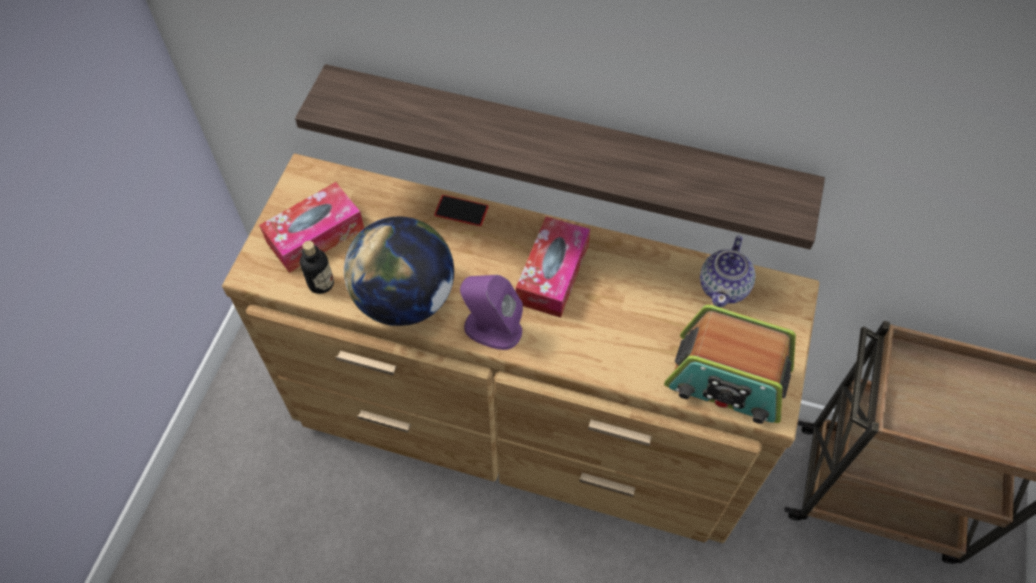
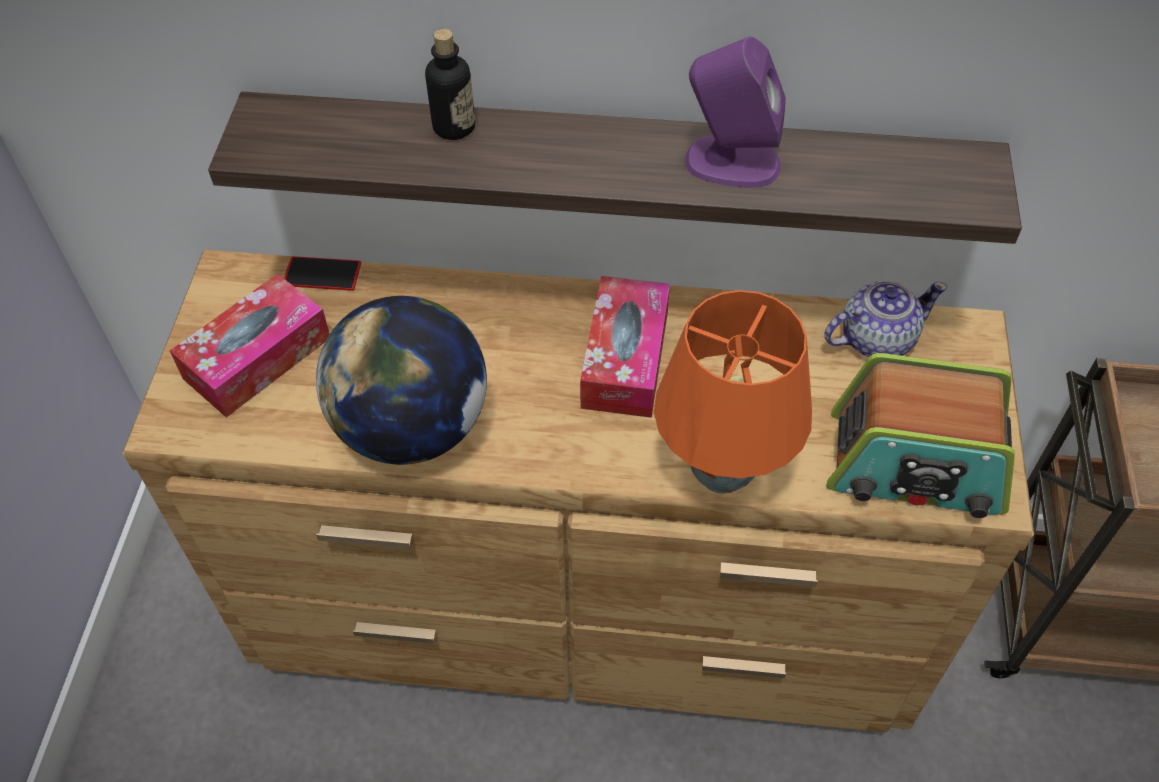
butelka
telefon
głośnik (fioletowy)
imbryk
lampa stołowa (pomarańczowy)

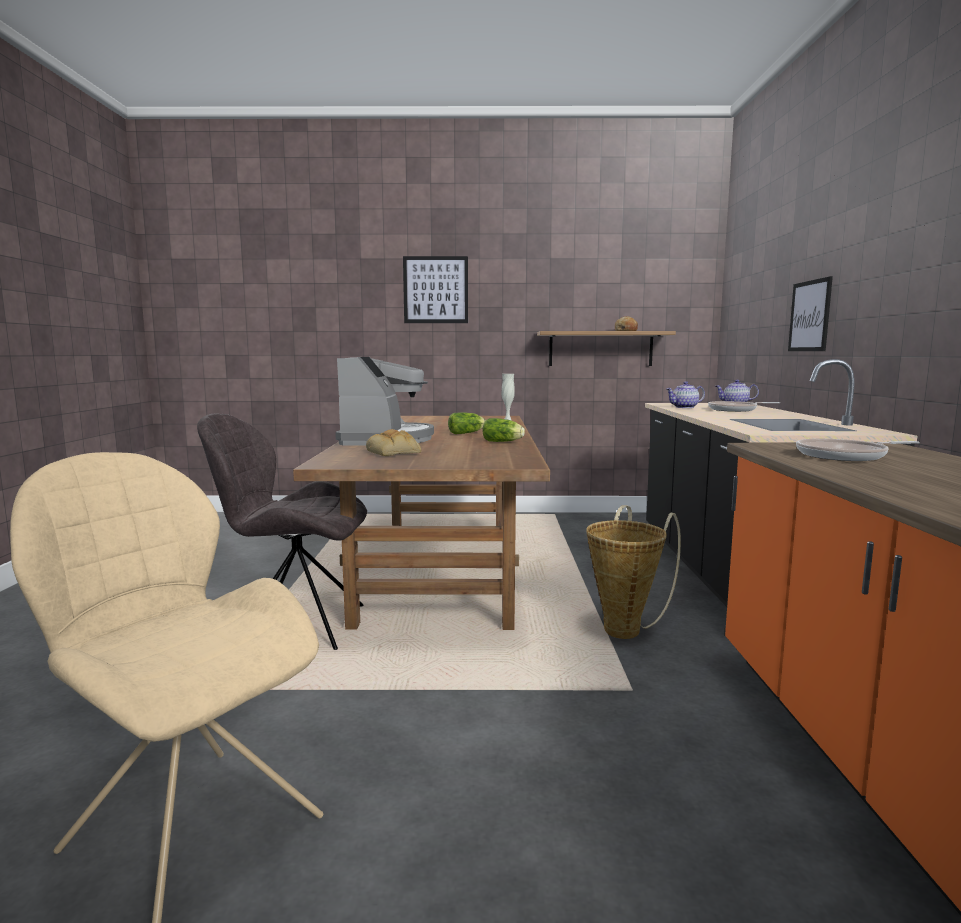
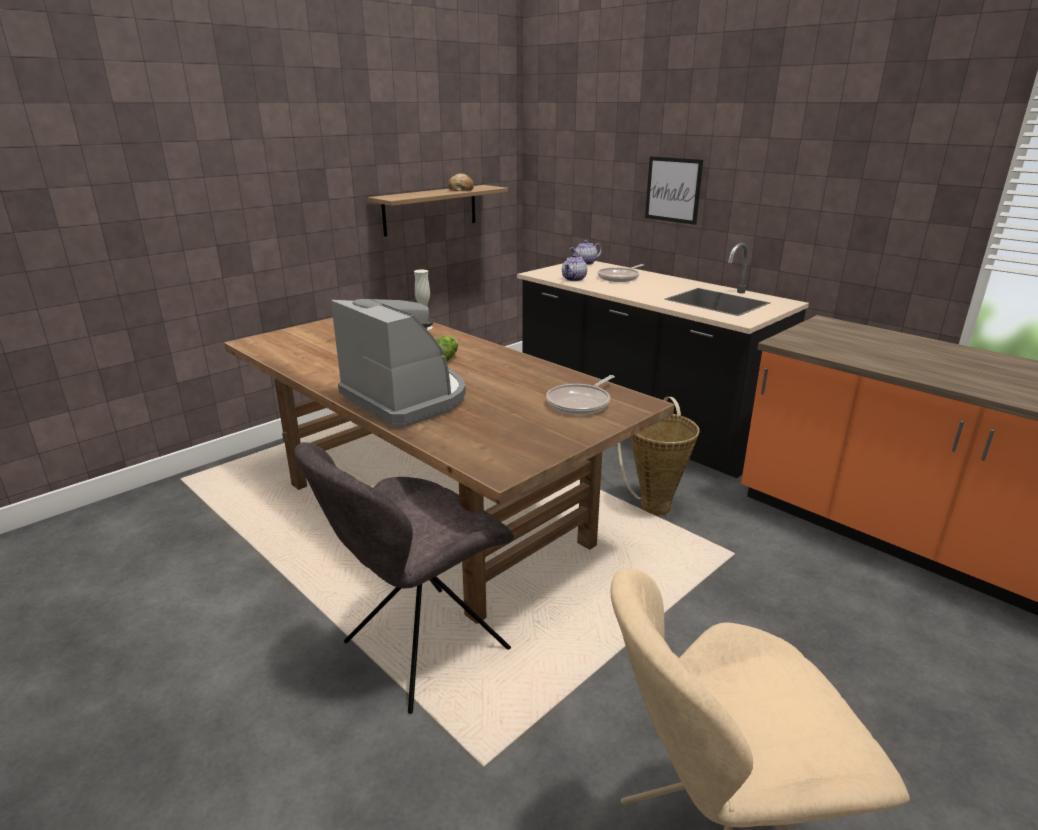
chleb (1st from left in the first image)
obraz (1st from left in the first image)
sałata (2nd from left in the first image)
patelnia (1st from left)

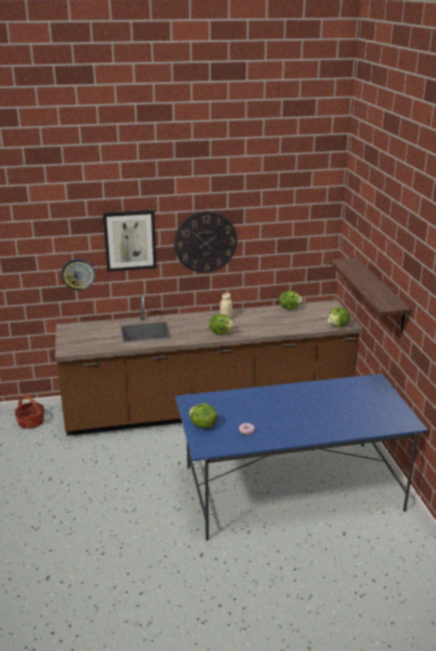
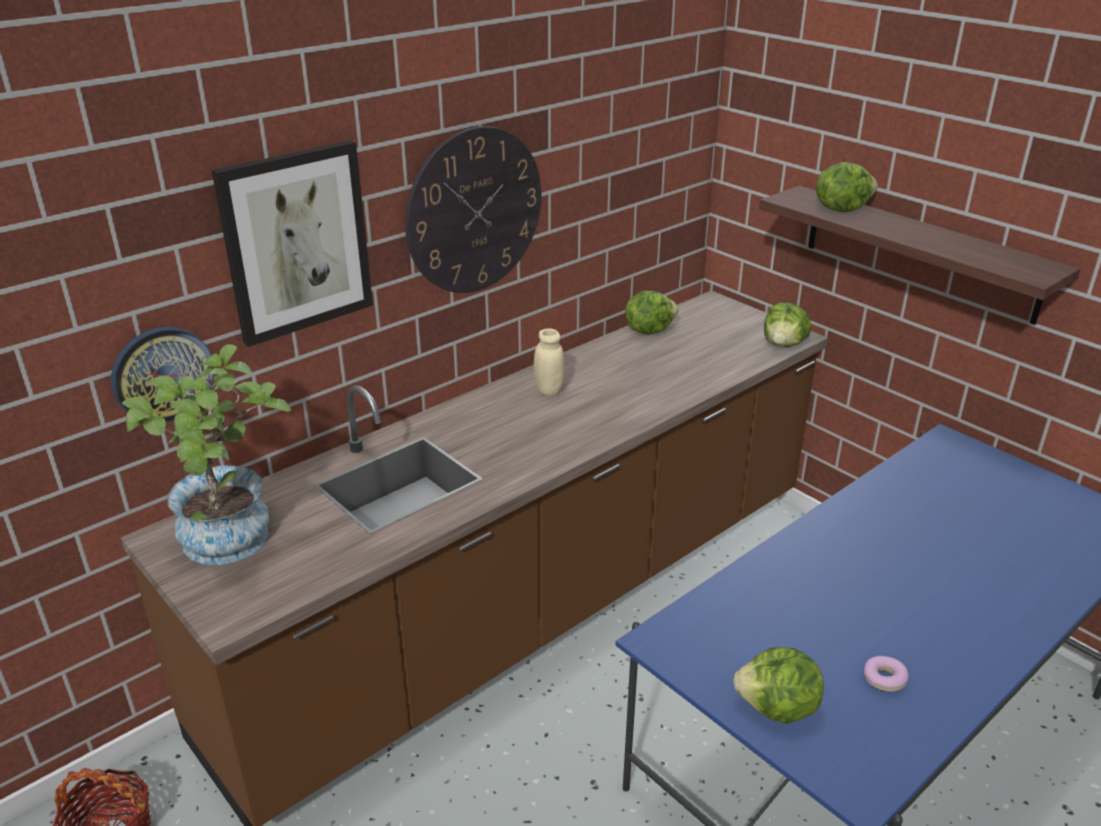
sałata (4th from left)
roślina doniczkowa

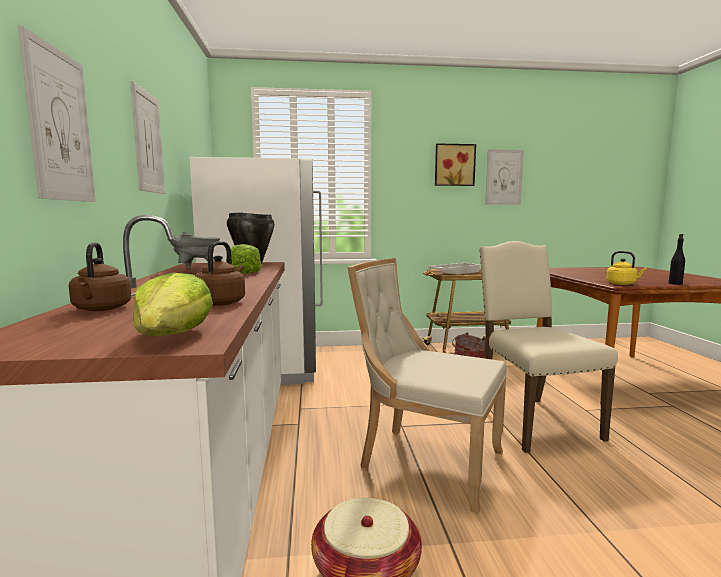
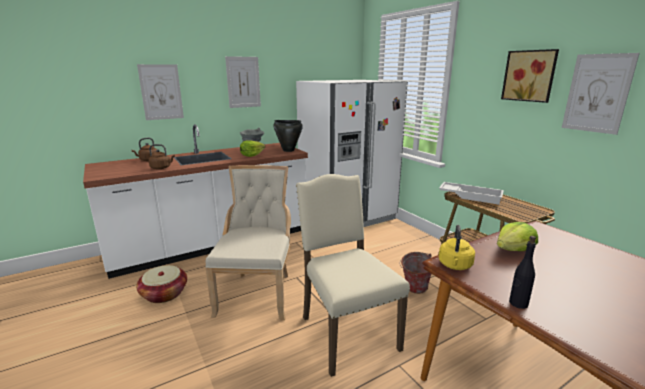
sałata (2nd from left)
krzesło (beżowy) (2nd from left)

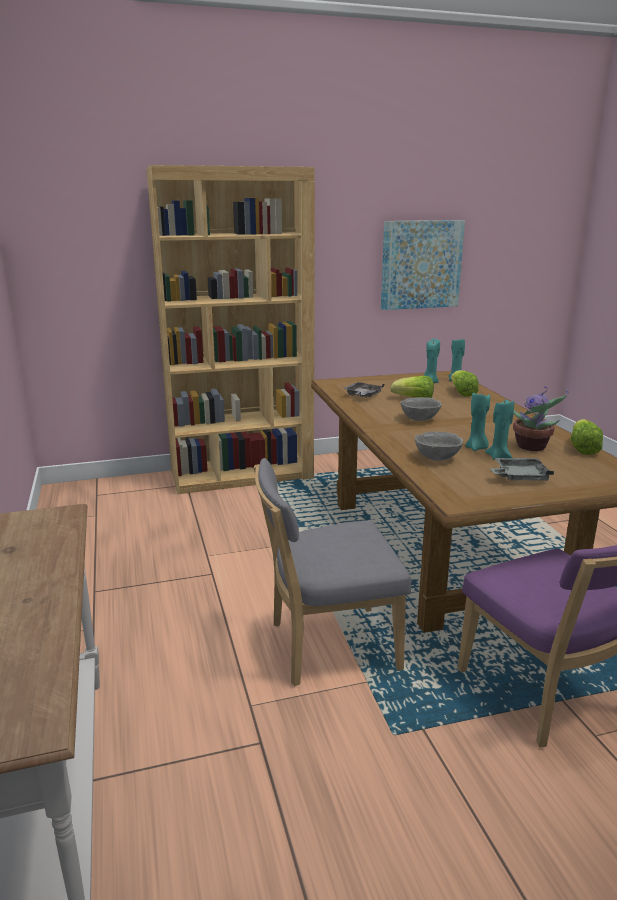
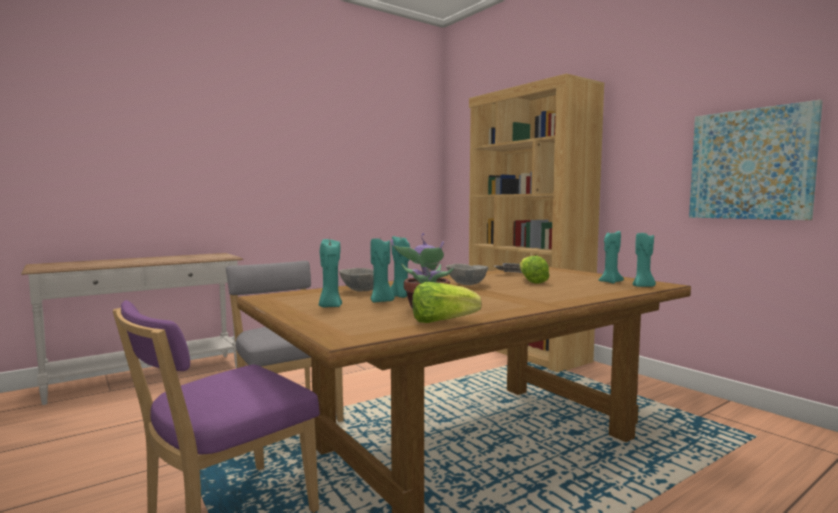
sałata (2nd from left in the first image)
świeca (turkusowy) (1st from left)

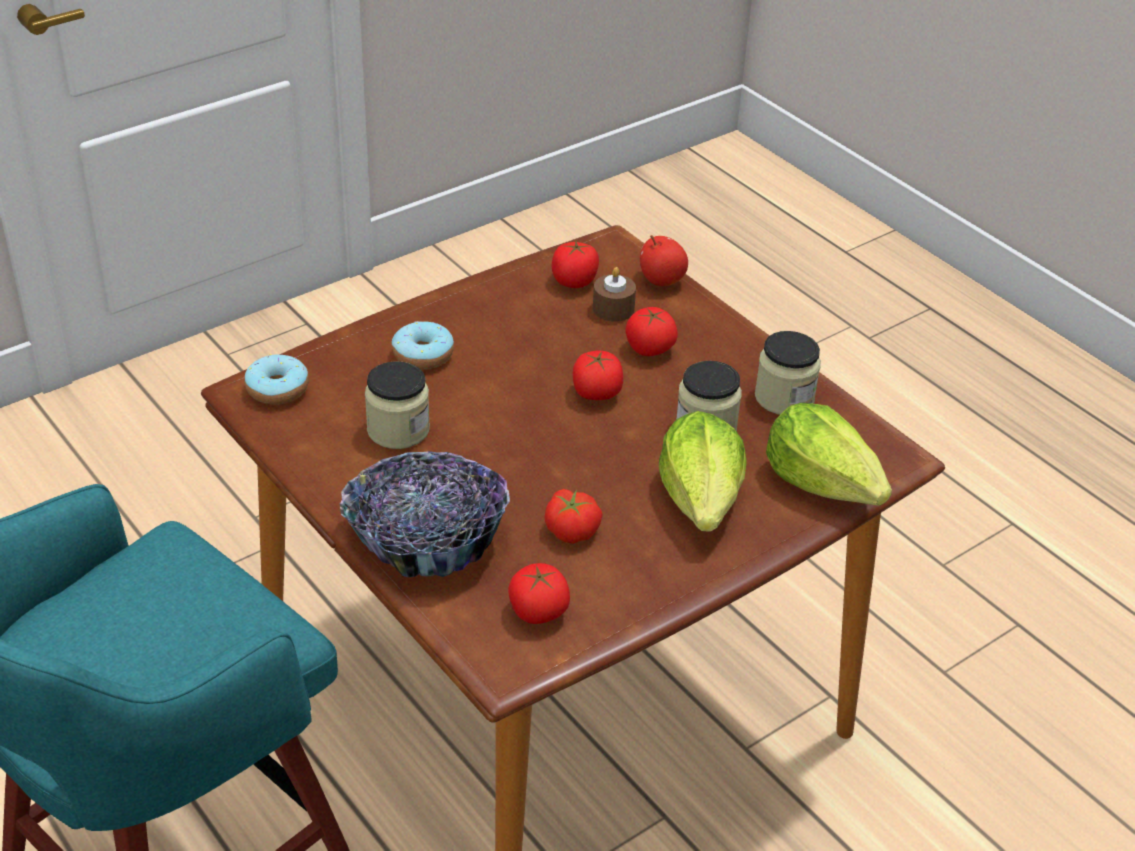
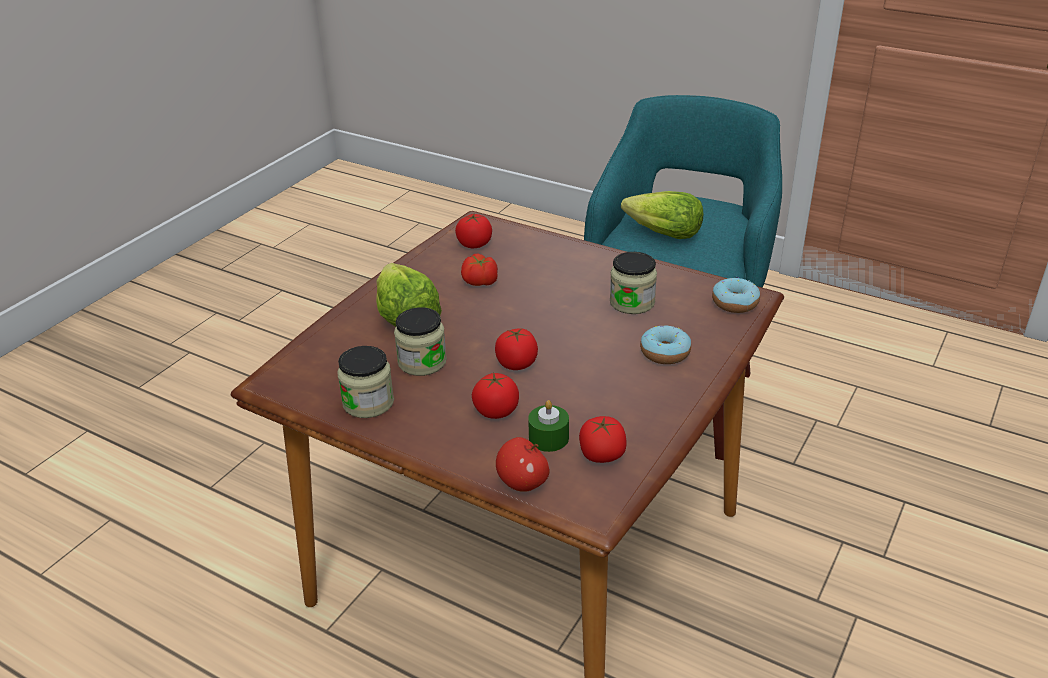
miska
świeca (zielony)
sałata (2nd from left)

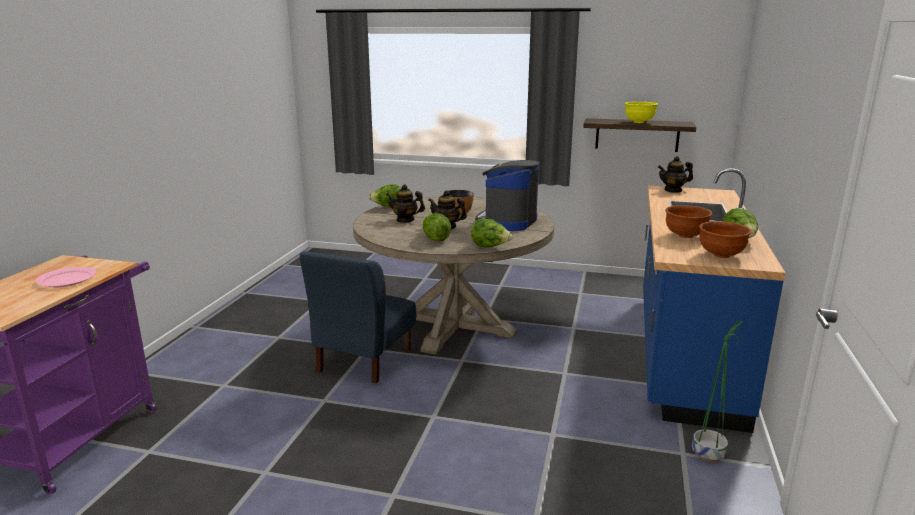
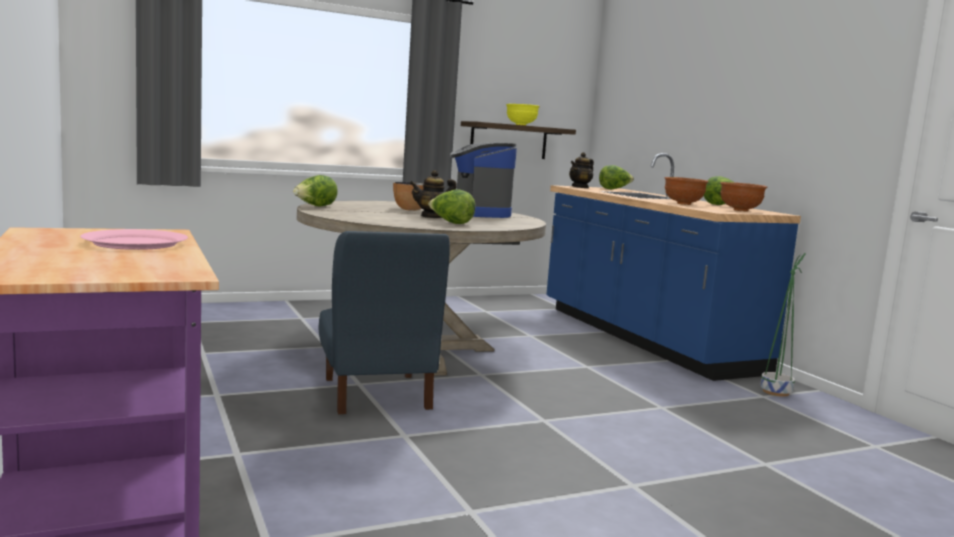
imbryk (1st from left in the first image)
sałata (3rd from left)

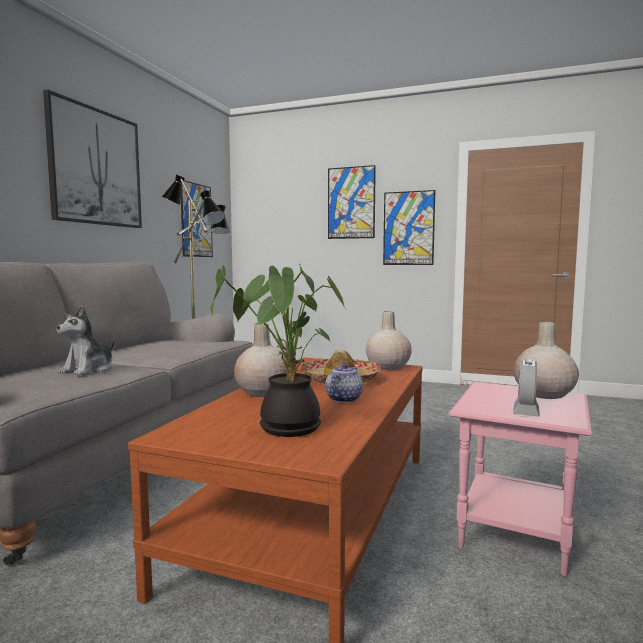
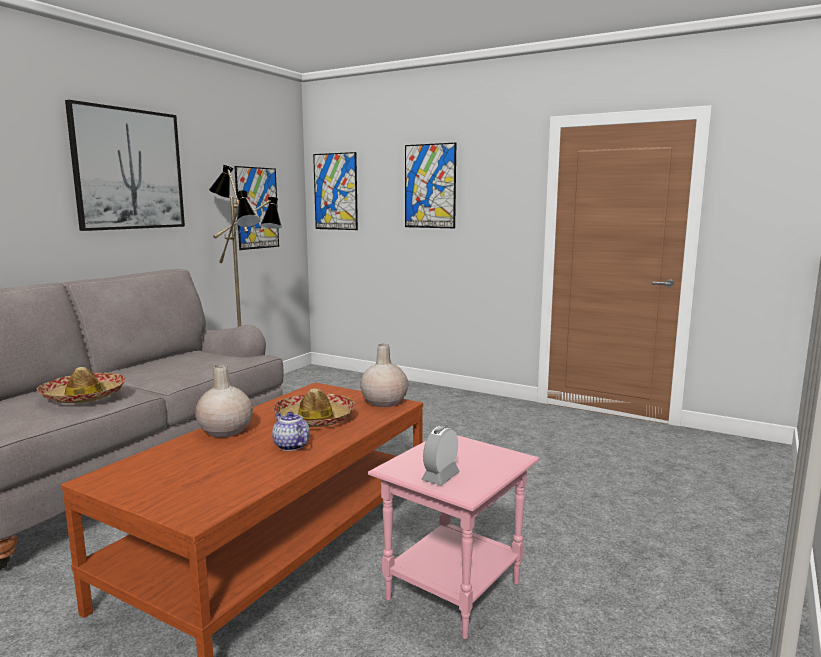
kapelusz (1st from left)
roślina doniczkowa
imbryk
obraz (3rd from left)
wazon (beżowy) (3rd from left in the first image)

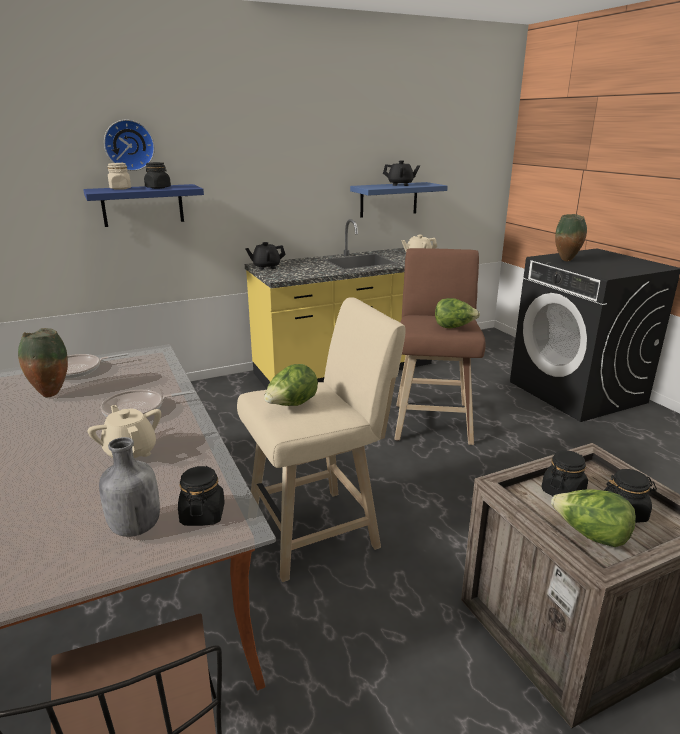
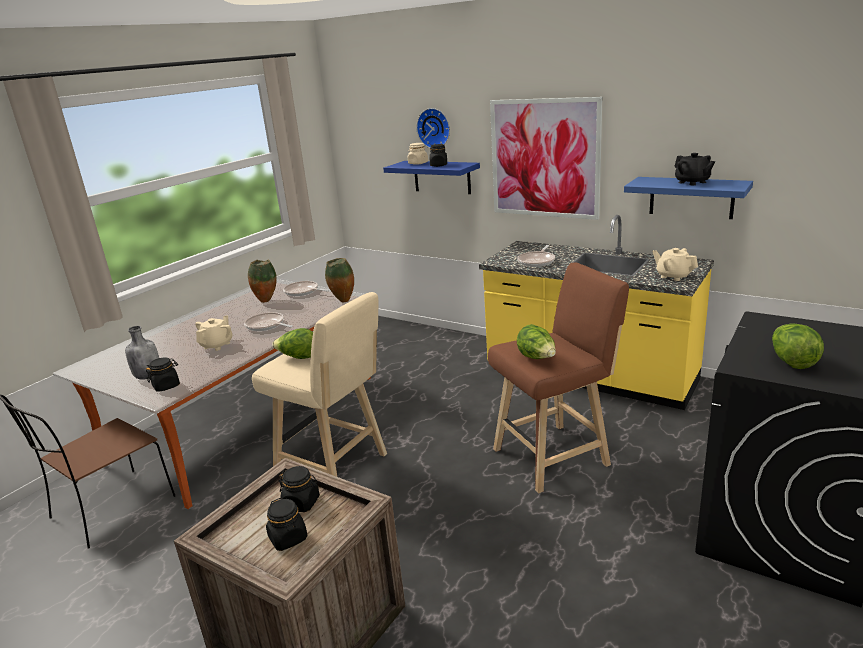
imbryk (czarny) (1st from left in the first image)
sałata (3rd from left)
wazon (2nd from left)
obraz
patelnia (3rd from left)

